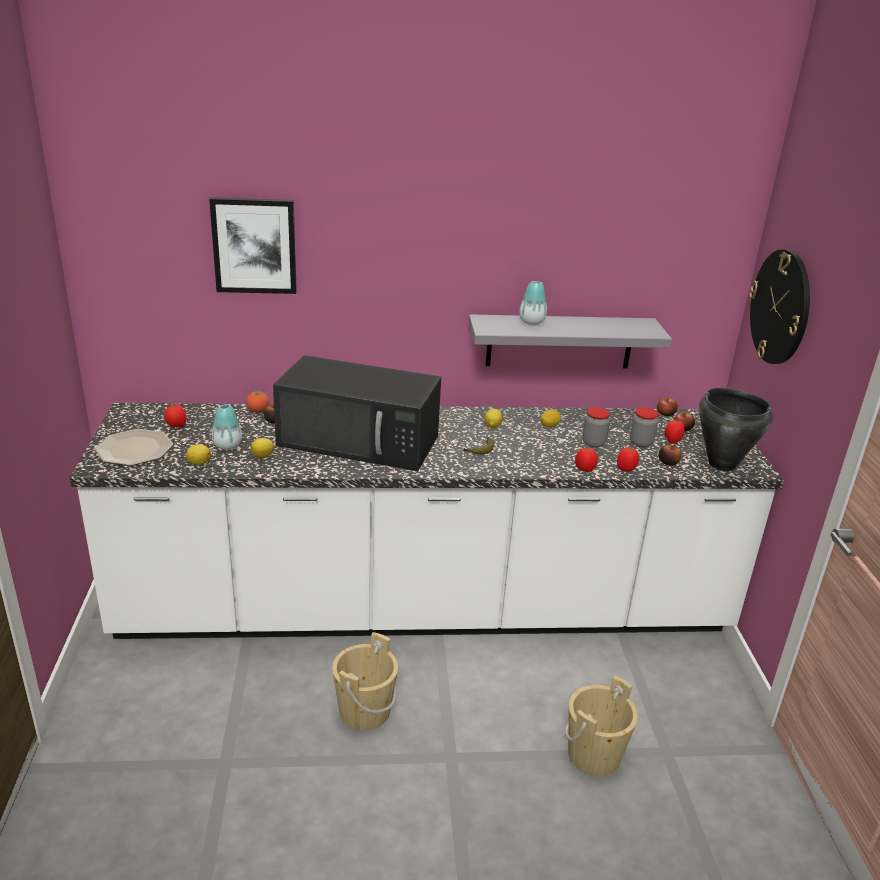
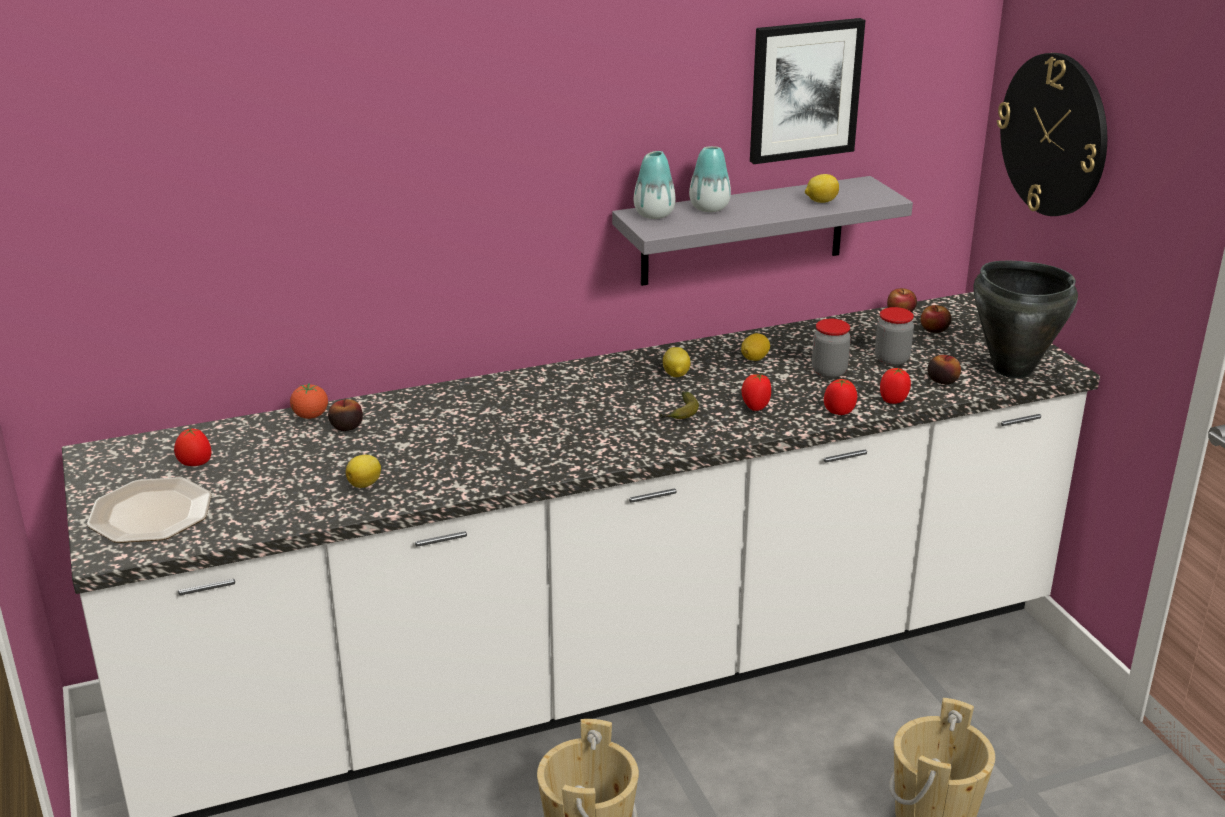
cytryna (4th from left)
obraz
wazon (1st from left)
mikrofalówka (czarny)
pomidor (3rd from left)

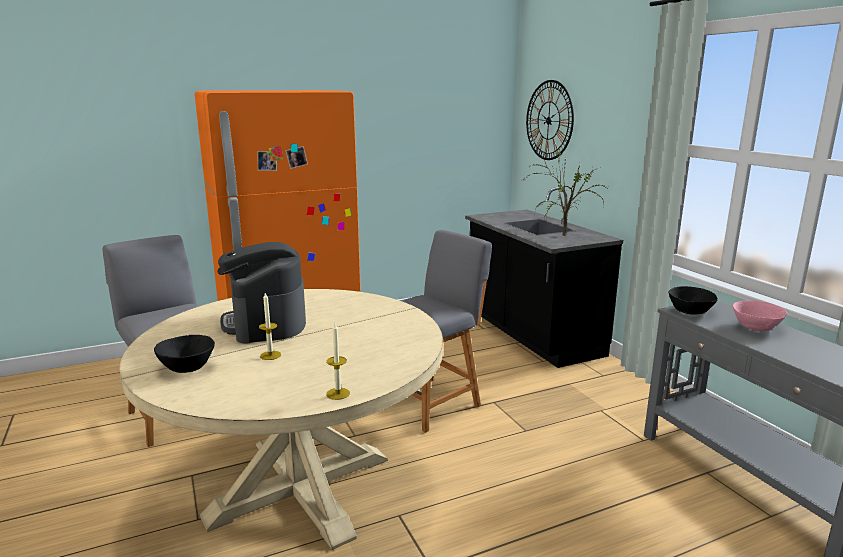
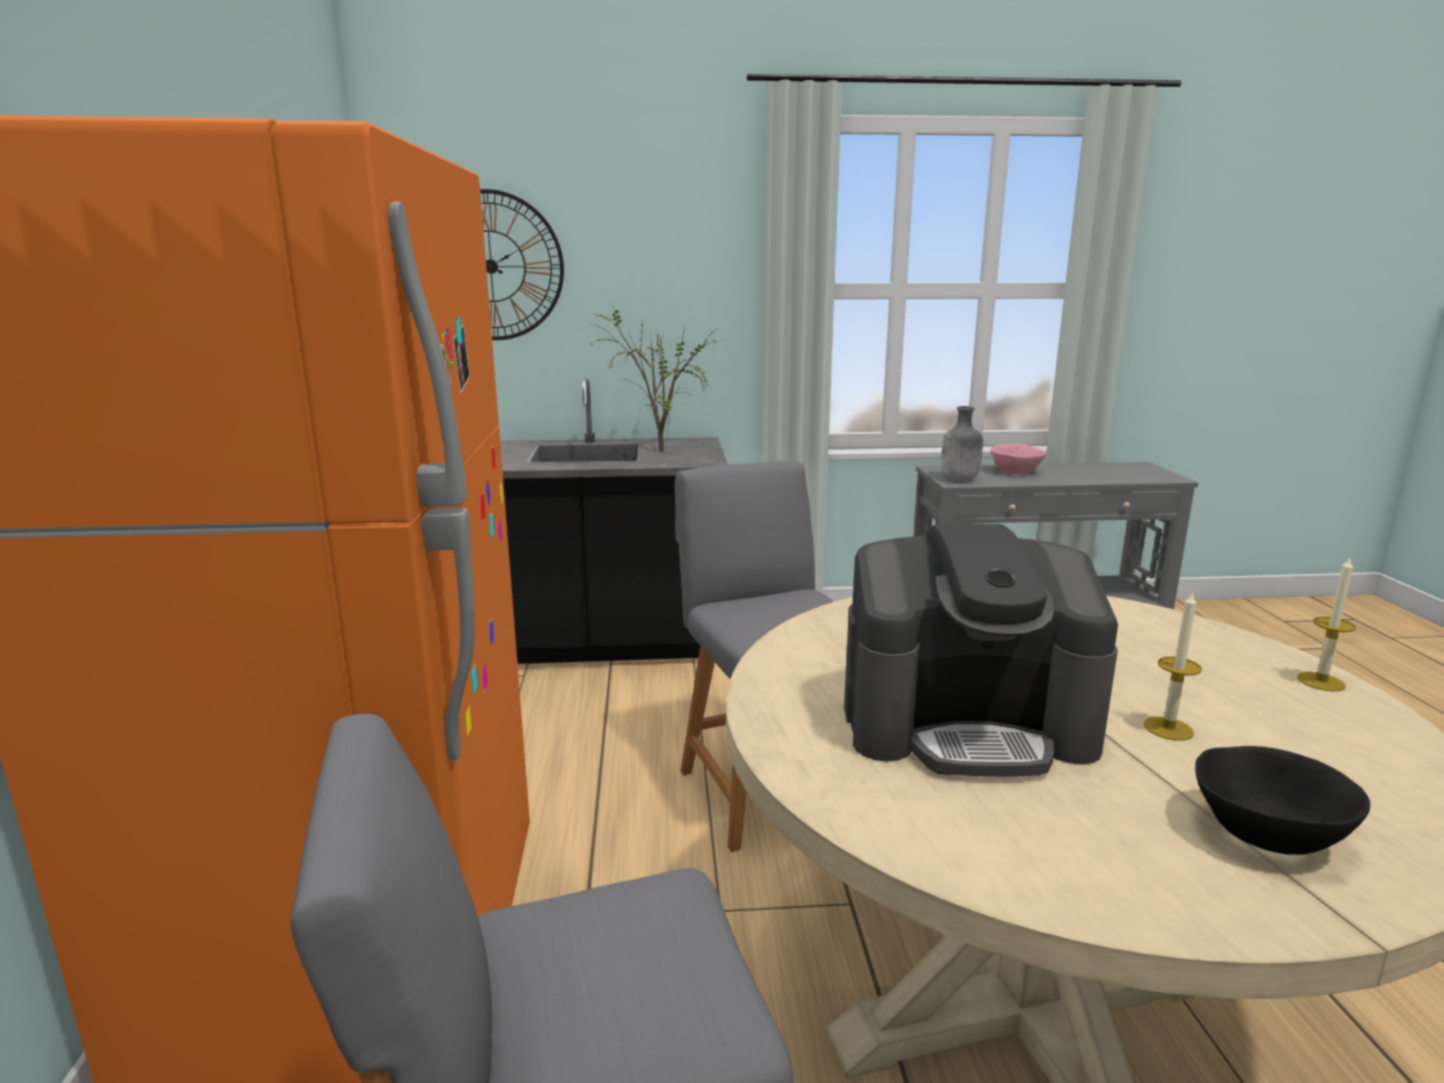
butelka (szary)

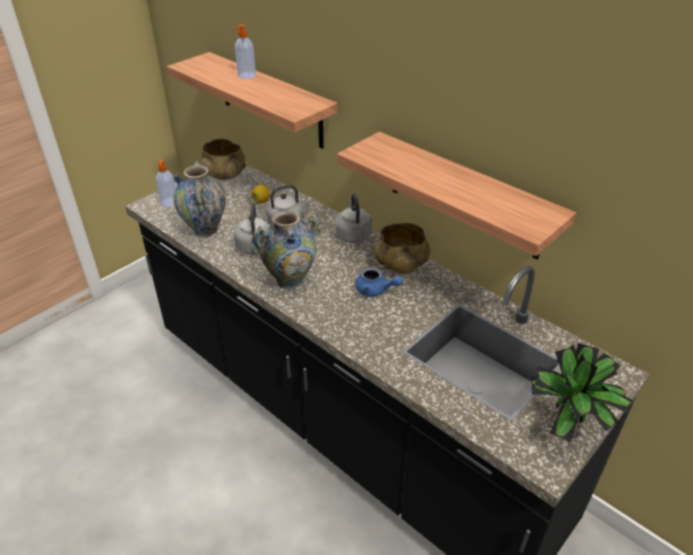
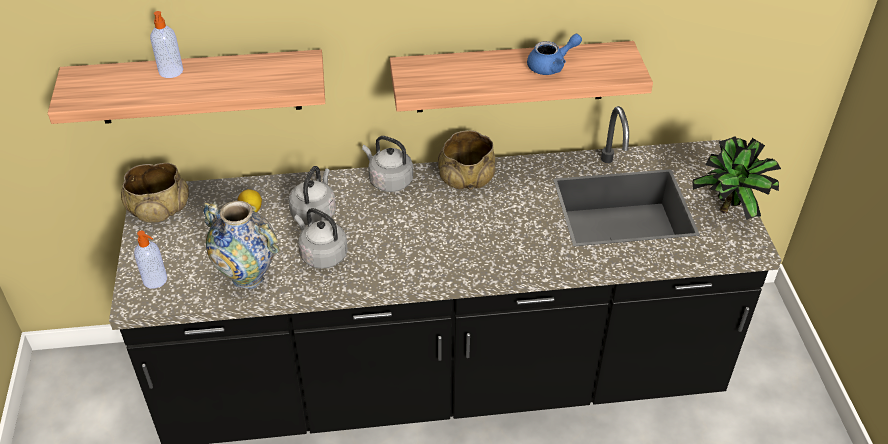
wazon (2nd from left in the first image)
imbryk (niebieski)

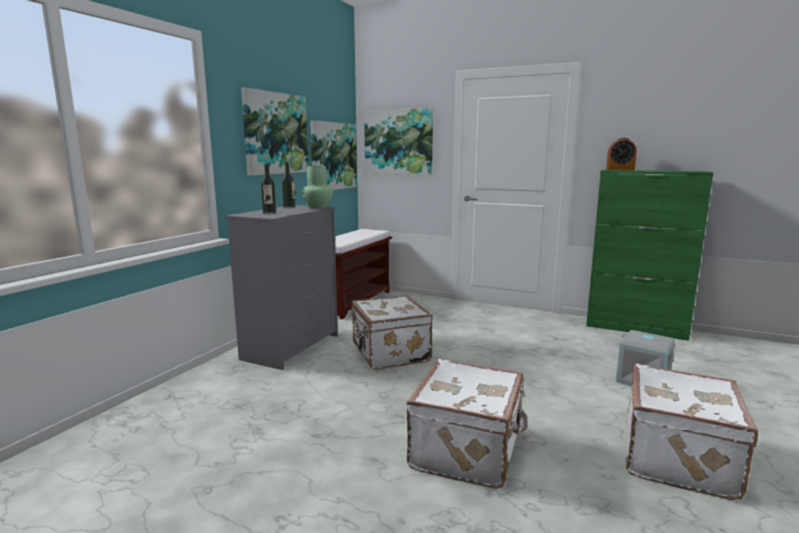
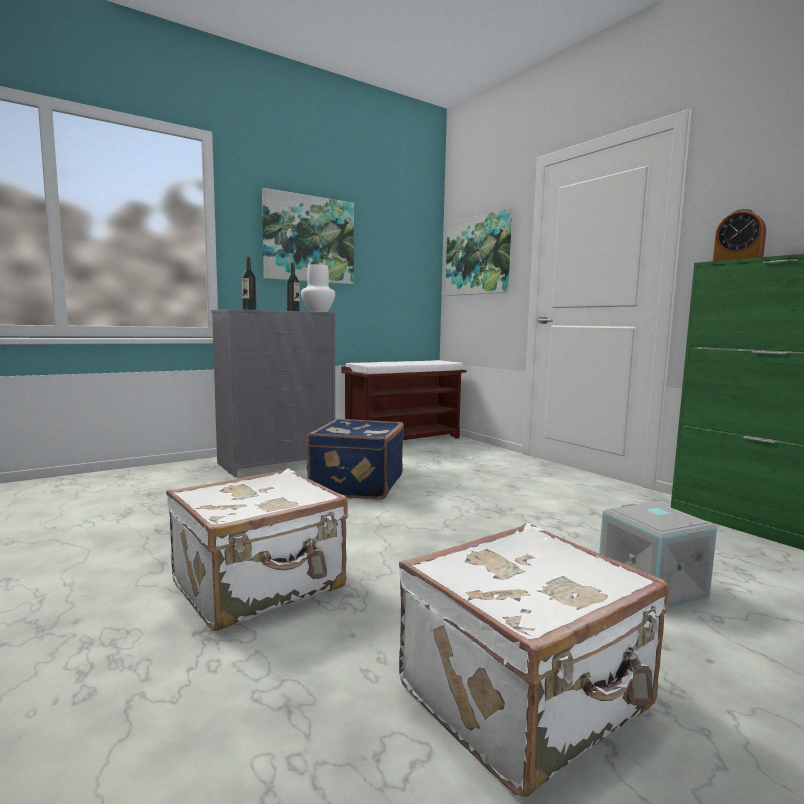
wazon (biały)
obraz (2nd from left in the first image)
walizka (niebieski)

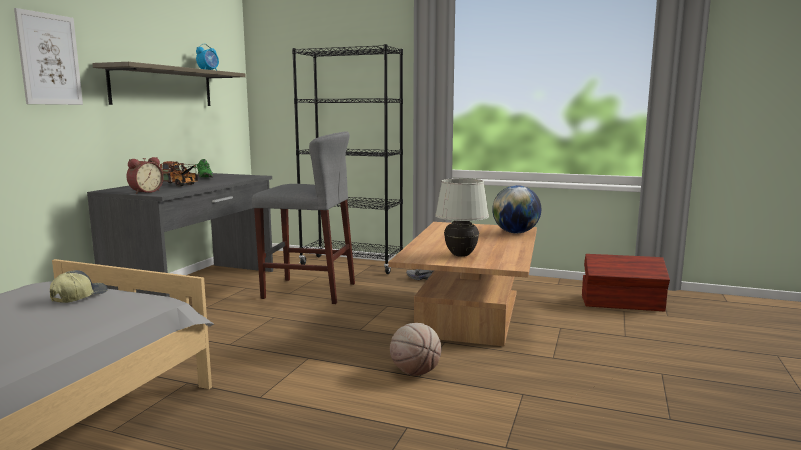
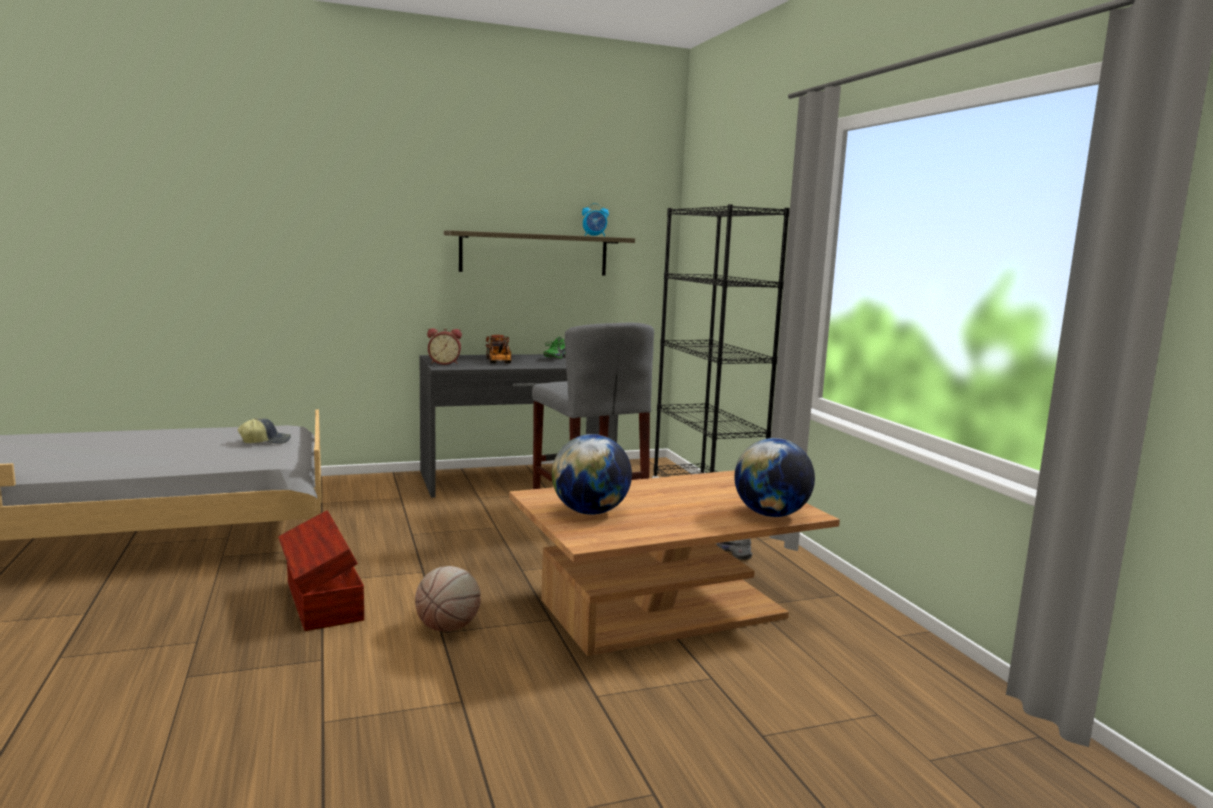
obraz
globus (1st from left)
pojemnik do przechowywania (brązowy)

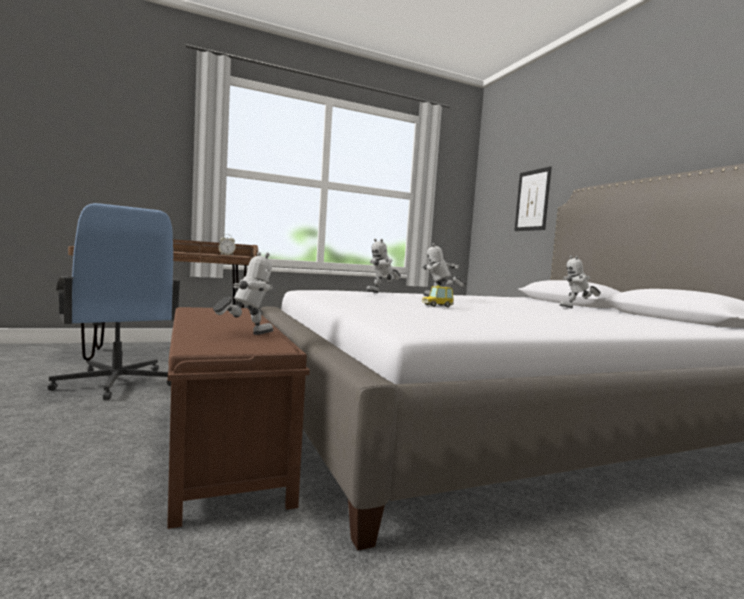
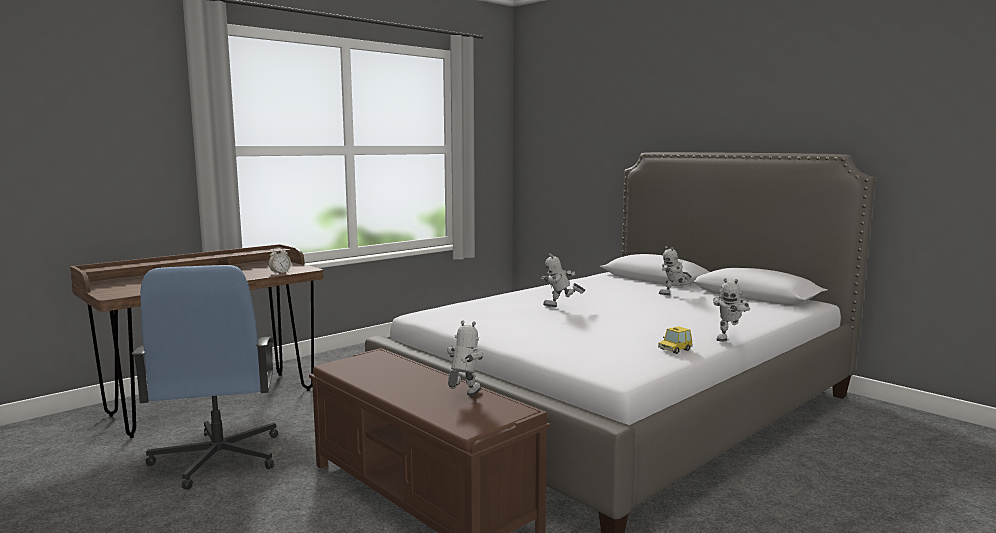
krzesło biurowe (niebieski)
robot zabawkowy (4th from left)
samochodzik
obraz

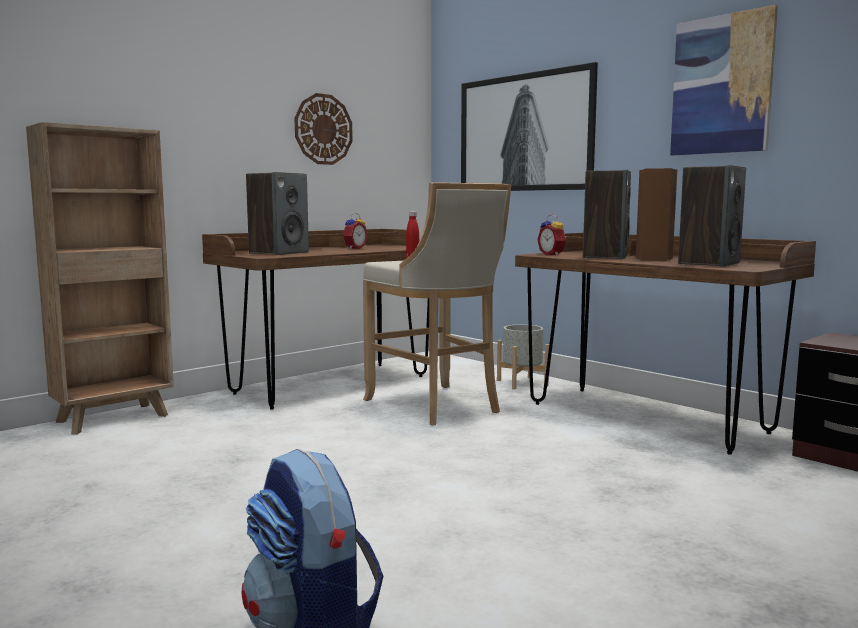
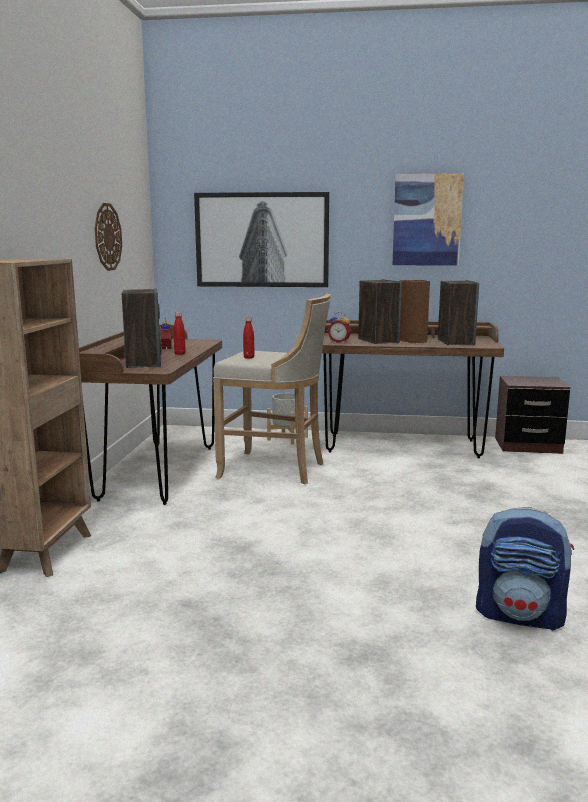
butelka (czerwony) (1st from left)

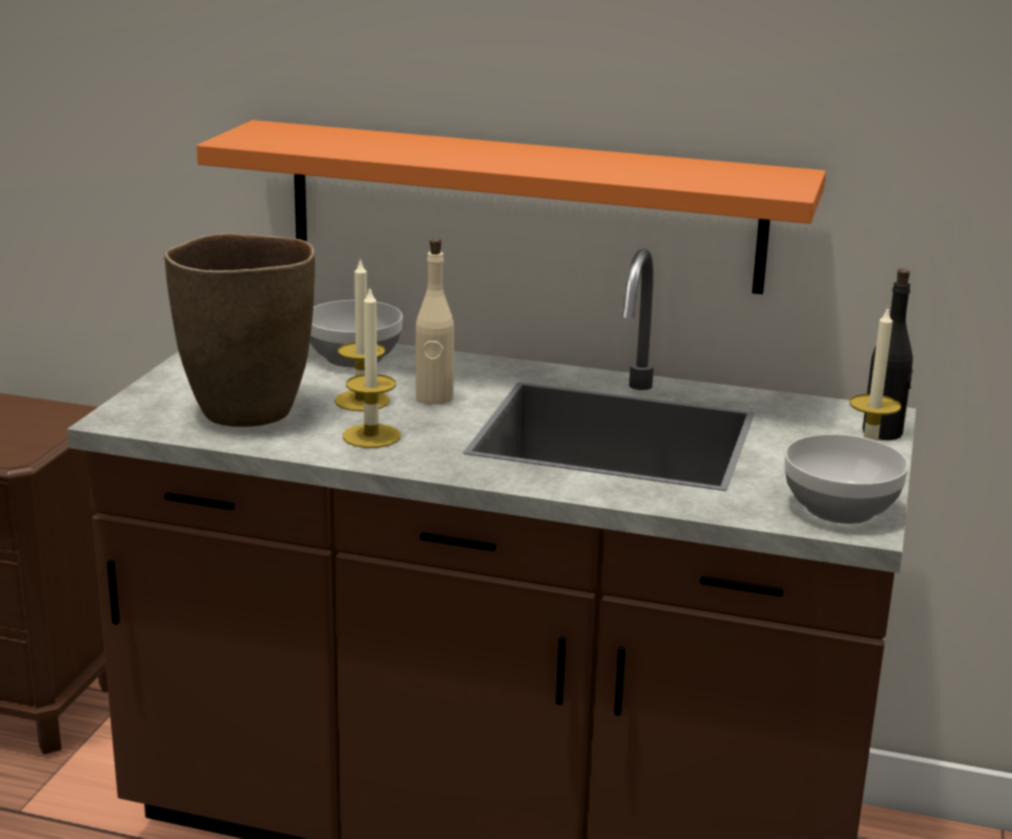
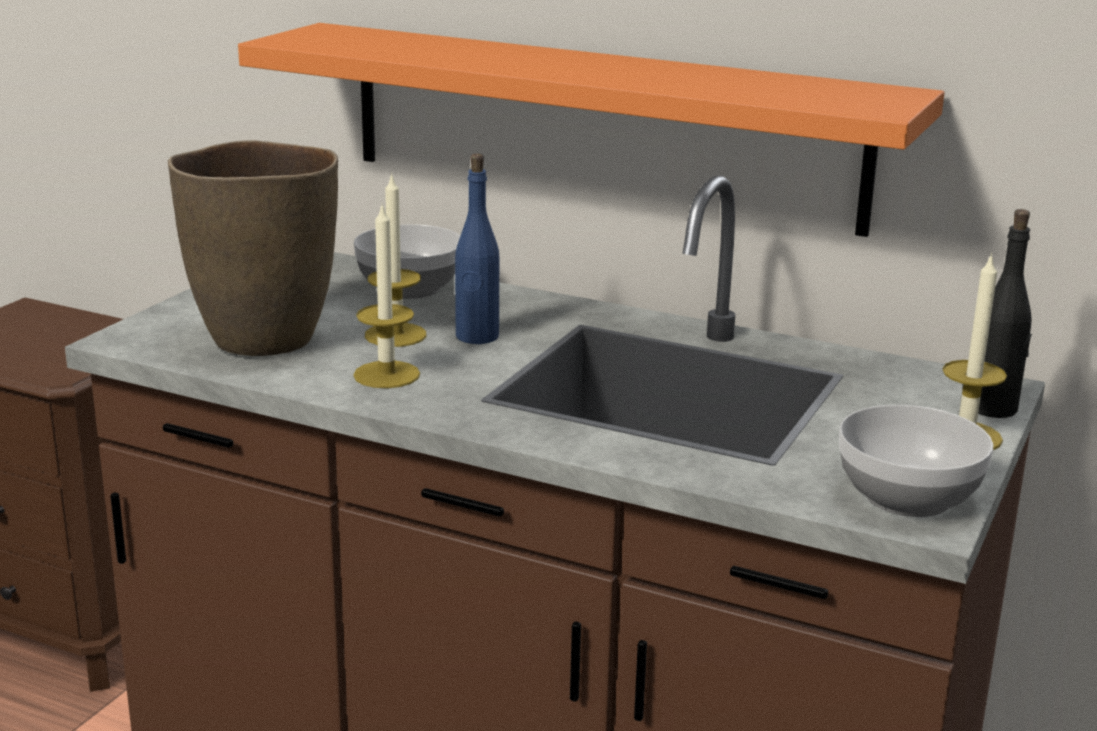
butelka (niebieski)

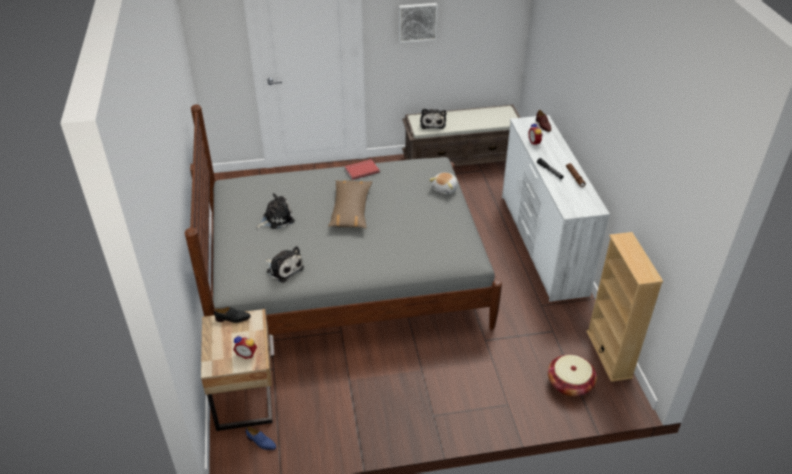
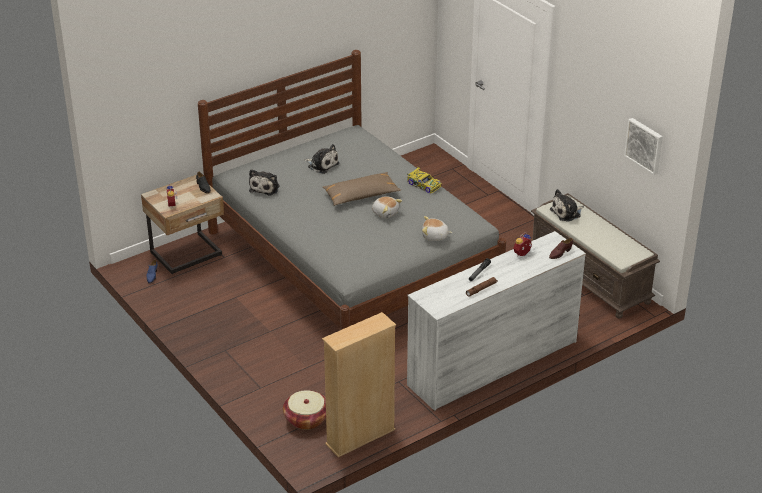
samochodzik
obraz
pluszak (3rd from left)

